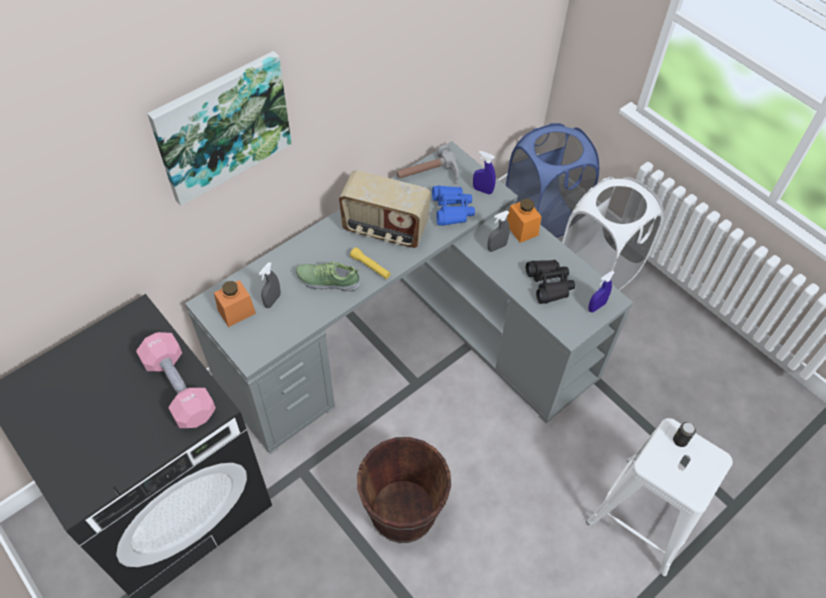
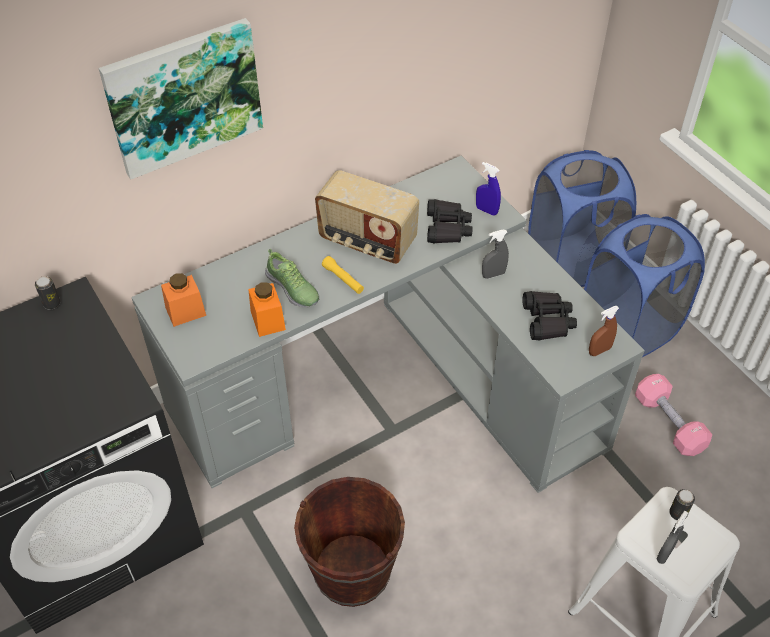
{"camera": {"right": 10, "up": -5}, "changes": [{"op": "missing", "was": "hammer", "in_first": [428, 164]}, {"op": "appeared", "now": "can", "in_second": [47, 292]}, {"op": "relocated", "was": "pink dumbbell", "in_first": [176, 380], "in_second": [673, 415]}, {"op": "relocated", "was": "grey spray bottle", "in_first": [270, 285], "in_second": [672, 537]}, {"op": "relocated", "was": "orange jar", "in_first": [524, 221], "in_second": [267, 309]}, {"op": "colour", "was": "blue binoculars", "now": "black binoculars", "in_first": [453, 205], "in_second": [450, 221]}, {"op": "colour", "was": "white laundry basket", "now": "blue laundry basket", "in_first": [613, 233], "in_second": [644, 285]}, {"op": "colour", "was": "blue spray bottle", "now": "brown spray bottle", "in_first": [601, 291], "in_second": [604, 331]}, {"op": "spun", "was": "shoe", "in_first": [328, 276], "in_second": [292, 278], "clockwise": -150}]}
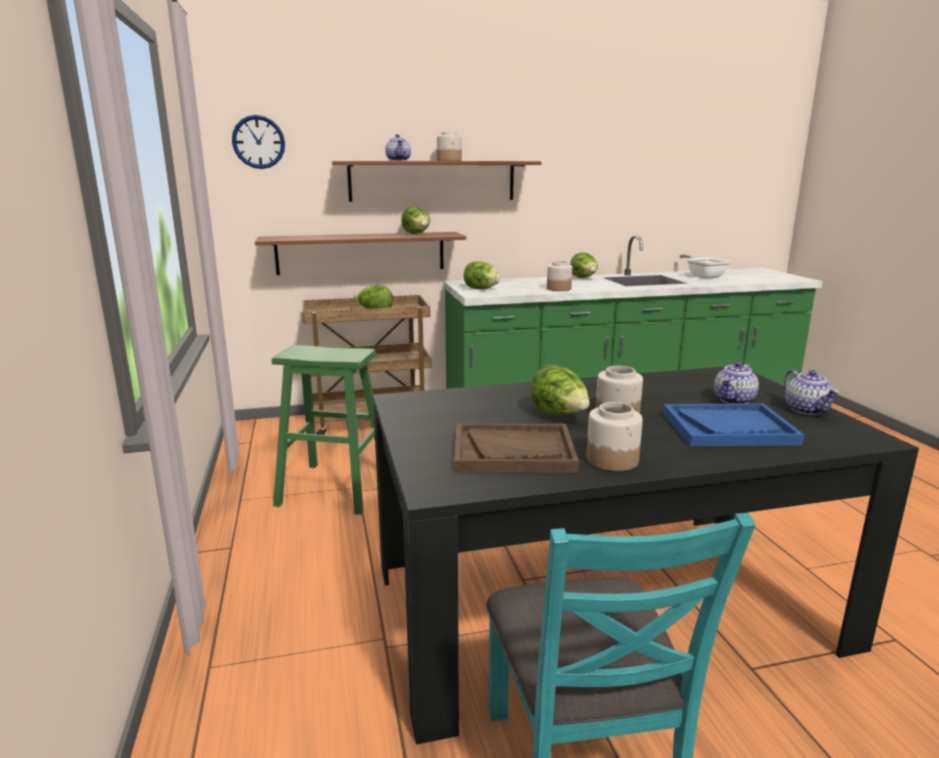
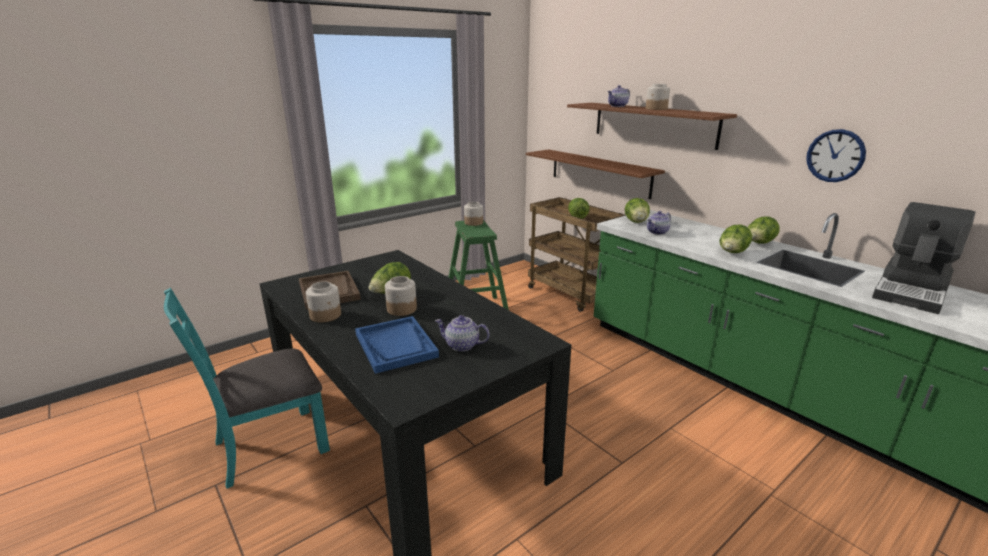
{"camera": {"right": 65, "up": 5}, "changes": [{"op": "relocated", "was": "wall clock", "in_first": [258, 142], "in_second": [836, 155]}, {"op": "relocated", "was": "lettuce", "in_first": [415, 220], "in_second": [736, 239]}, {"op": "relocated", "was": "jar", "in_first": [559, 276], "in_second": [473, 214]}, {"op": "relocated", "was": "teapot", "in_first": [811, 392], "in_second": [659, 223]}, {"op": "exchanged", "was": "frying pan", "now": "coffee machine", "in_first": [705, 266], "in_second": [924, 258]}]}
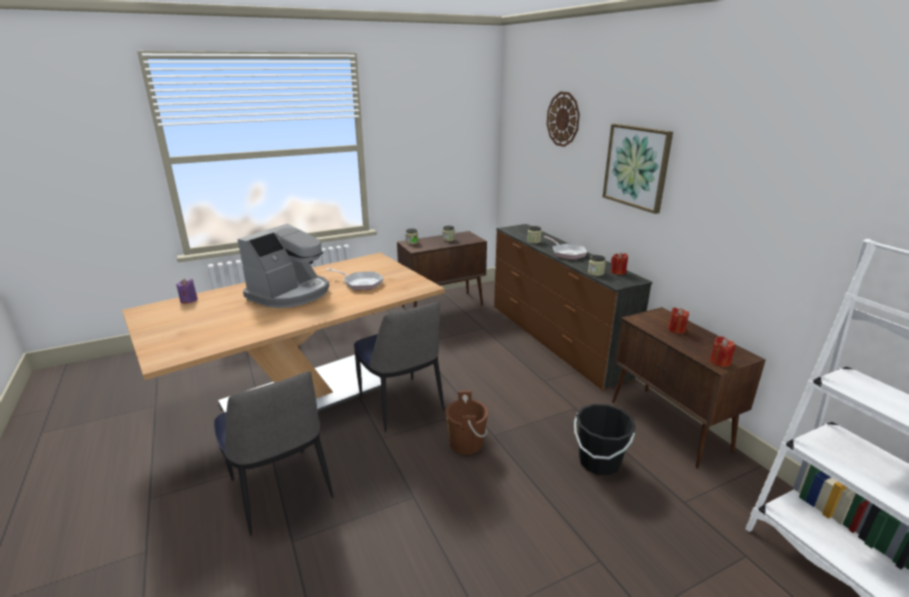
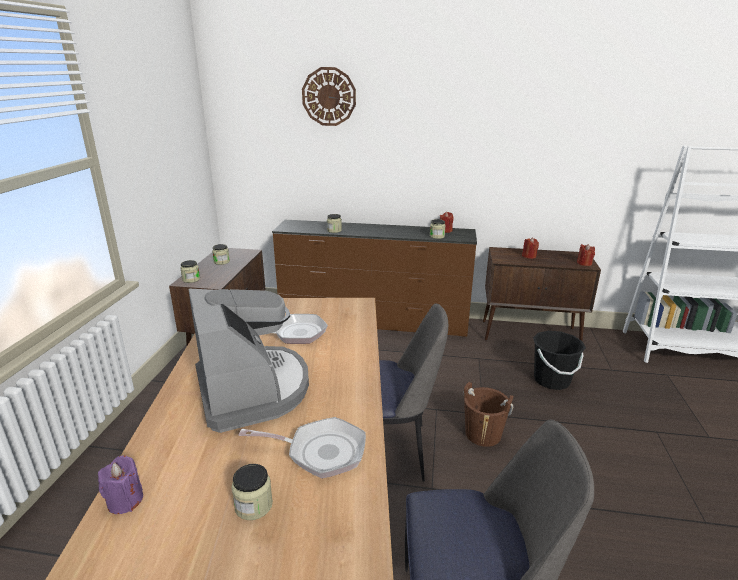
{"camera": {"right": -55, "up": 0}, "changes": [{"op": "missing", "was": "picture", "in_first": [638, 169]}, {"op": "appeared", "now": "jar", "in_second": [252, 492]}, {"op": "relocated", "was": "frying pan", "in_first": [565, 248], "in_second": [302, 447]}]}
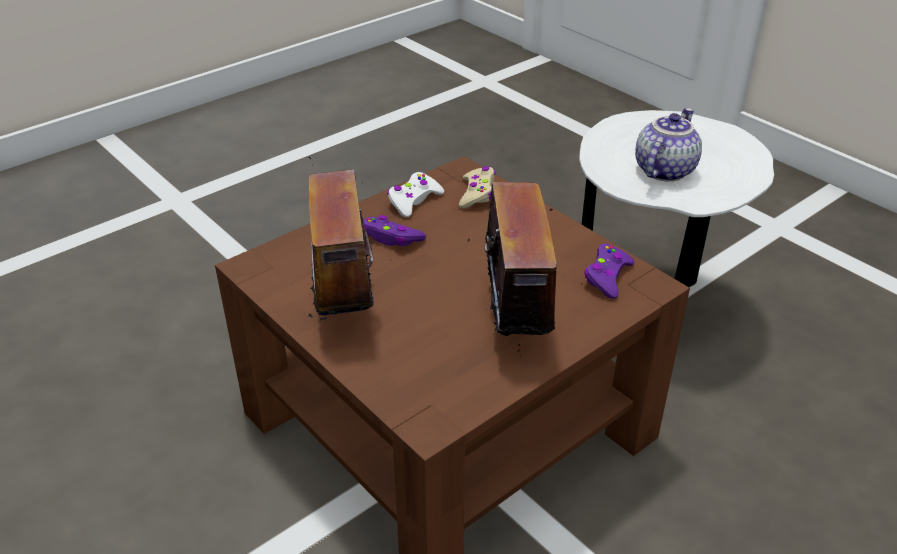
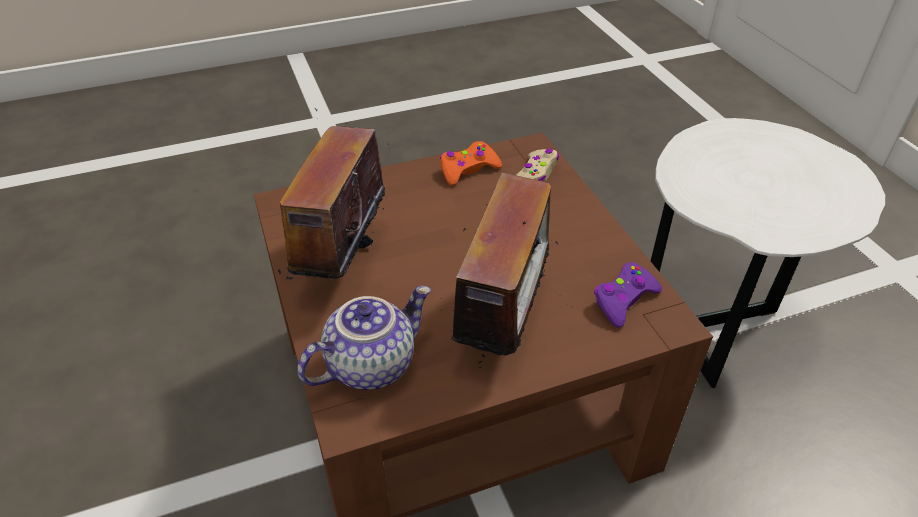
{"camera": {"right": 20, "up": 5}, "changes": [{"op": "missing", "was": "purple game controller", "in_first": [394, 230]}, {"op": "relocated", "was": "teapot", "in_first": [668, 144], "in_second": [364, 338]}, {"op": "colour", "was": "white game controller", "now": "orange game controller", "in_first": [415, 195], "in_second": [471, 163]}]}
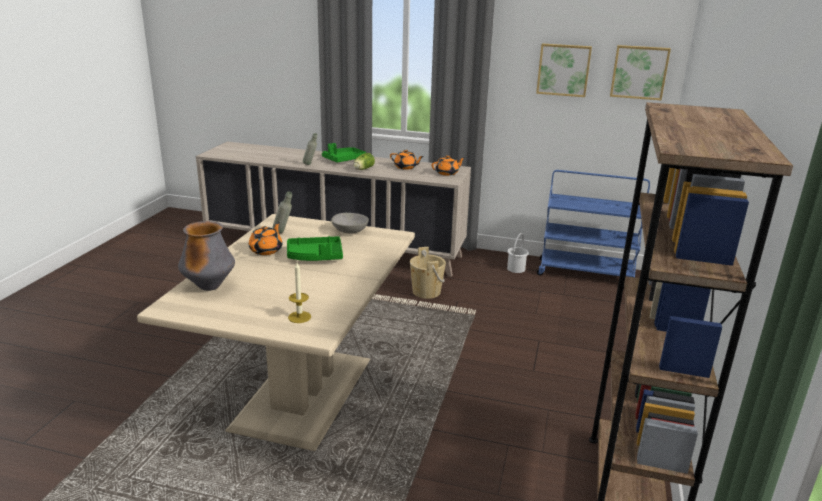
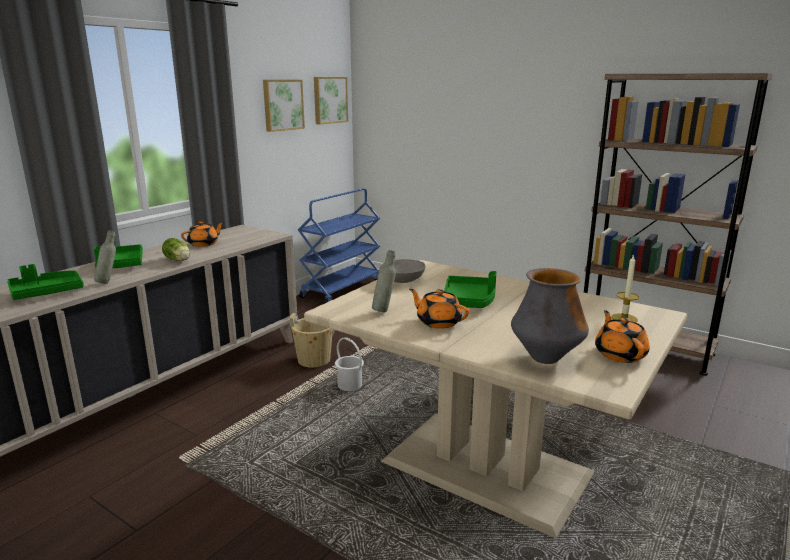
{"camera": {"right": -70, "up": -5}, "changes": [{"op": "appeared", "now": "green tray", "in_second": [45, 282]}, {"op": "relocated", "was": "orange teapot", "in_first": [448, 165], "in_second": [622, 336]}, {"op": "relocated", "was": "white bucket", "in_first": [518, 253], "in_second": [349, 364]}]}
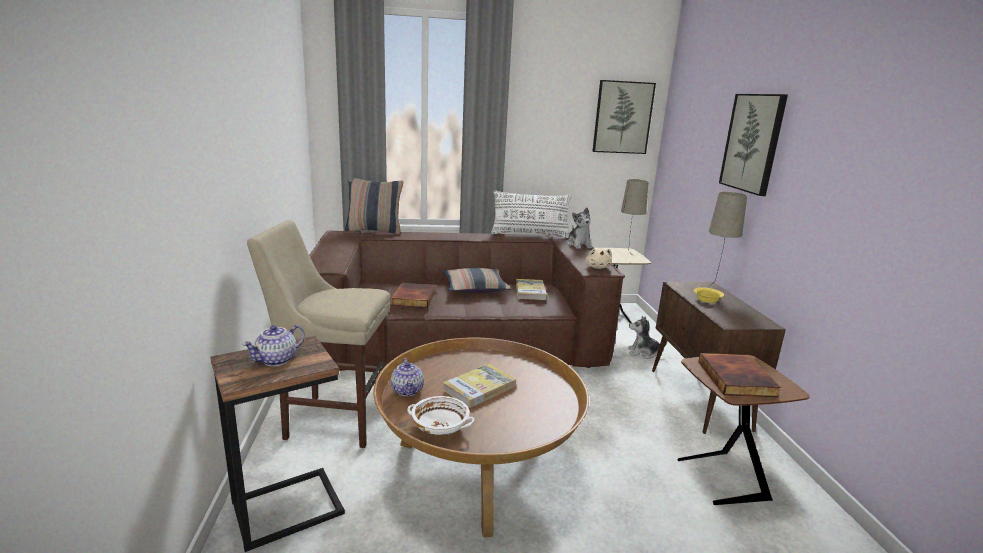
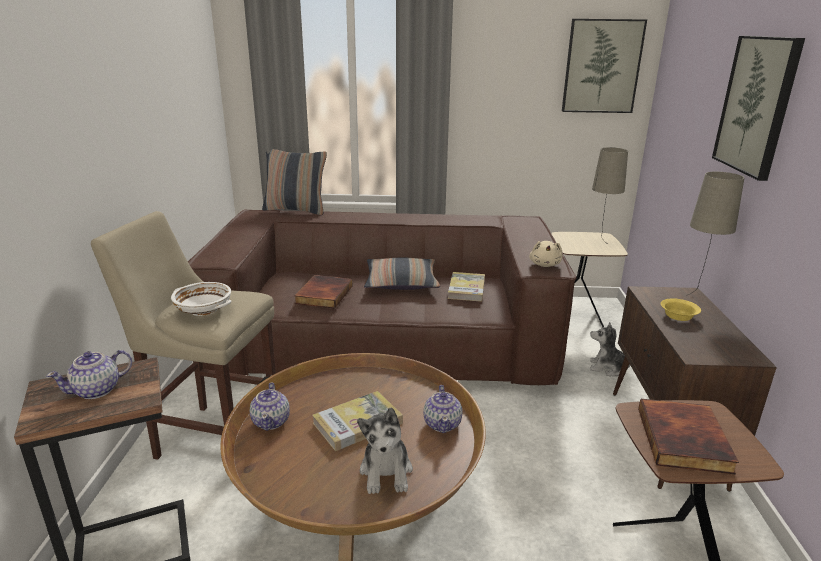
{"camera": {"right": 10, "up": 5}, "changes": [{"op": "missing", "was": "white pillow", "in_first": [531, 214]}, {"op": "appeared", "now": "teapot", "in_second": [442, 409]}, {"op": "relocated", "was": "white bowl", "in_first": [440, 415], "in_second": [201, 299]}, {"op": "relocated", "was": "plush toy", "in_first": [580, 228], "in_second": [385, 450]}]}
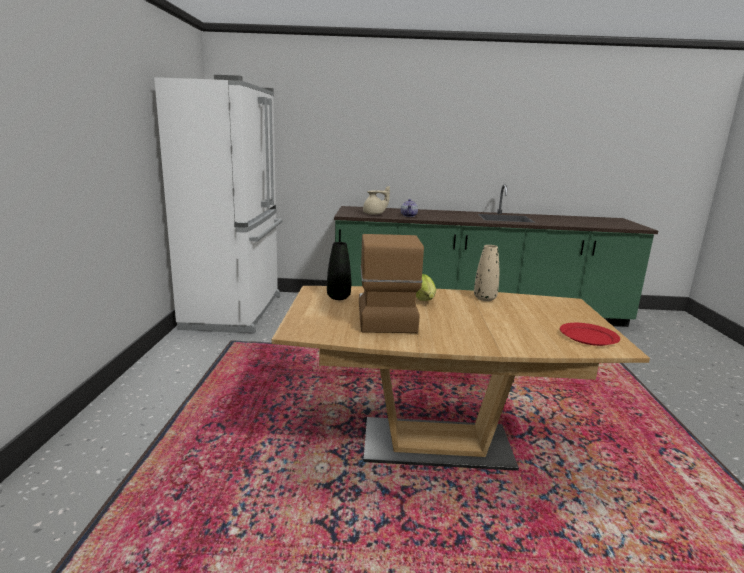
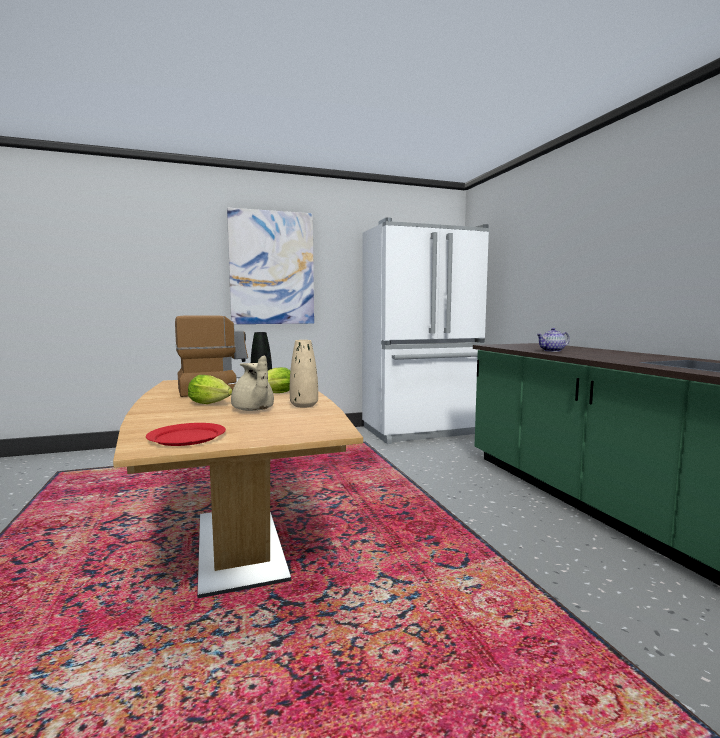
{"camera": {"right": 70, "up": -10}, "changes": [{"op": "appeared", "now": "lettuce", "in_second": [210, 389]}, {"op": "appeared", "now": "picture", "in_second": [270, 266]}, {"op": "relocated", "was": "beige teapot", "in_first": [376, 200], "in_second": [252, 383]}]}
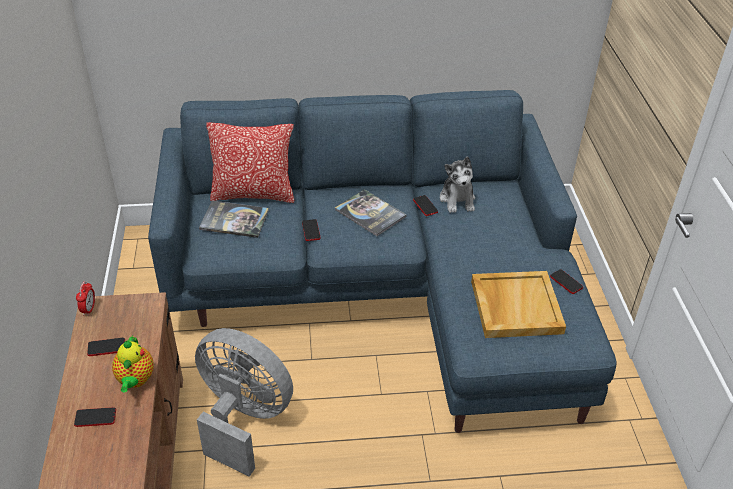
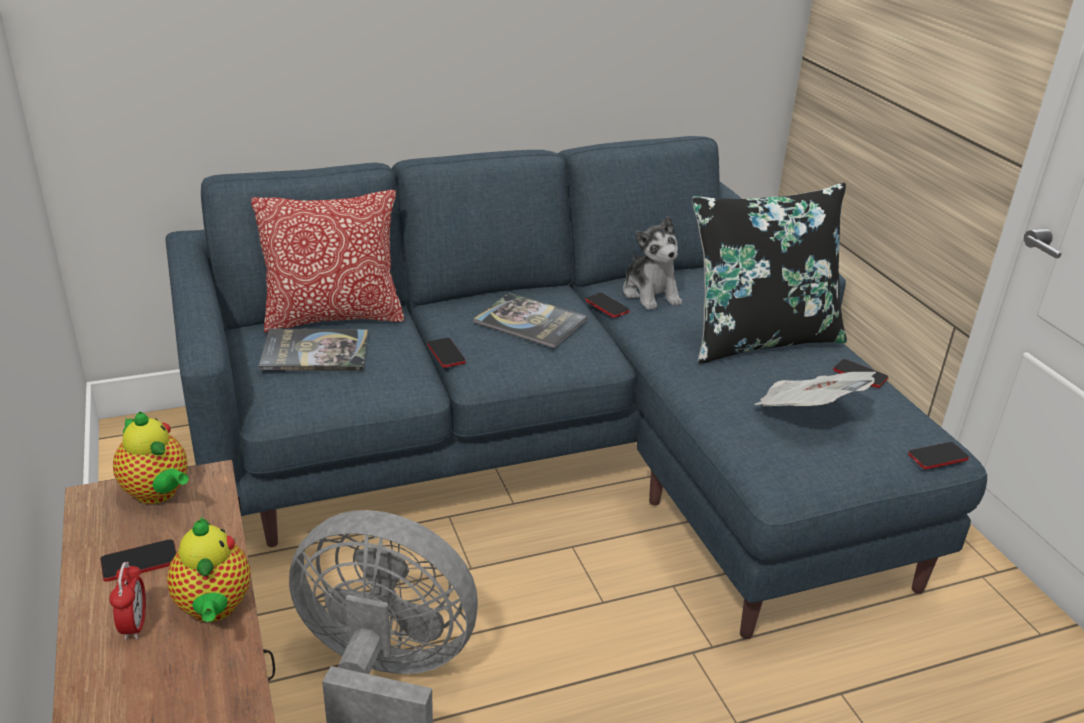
{"camera": {"right": -15, "up": -10}, "changes": [{"op": "appeared", "now": "teapot", "in_second": [151, 457]}, {"op": "appeared", "now": "black pillow", "in_second": [769, 273]}, {"op": "relocated", "was": "phone", "in_first": [95, 417], "in_second": [938, 455]}, {"op": "relocated", "was": "alarm clock", "in_first": [85, 298], "in_second": [128, 601]}, {"op": "exchanged", "was": "beige tray", "now": "newspaper", "in_first": [518, 304], "in_second": [815, 389]}]}
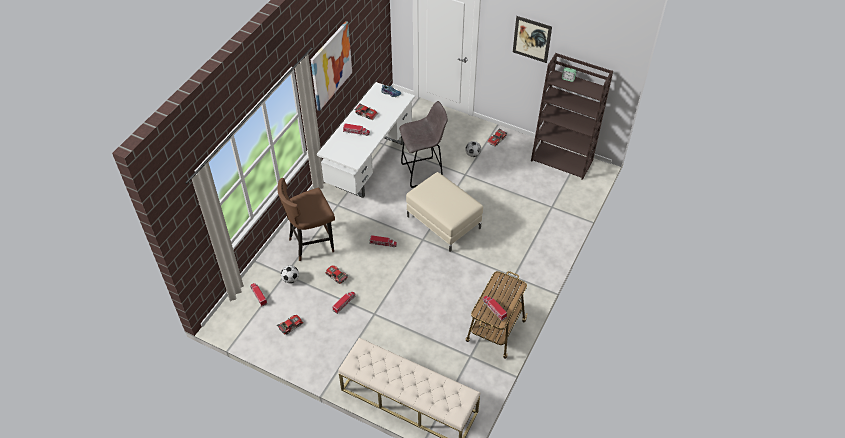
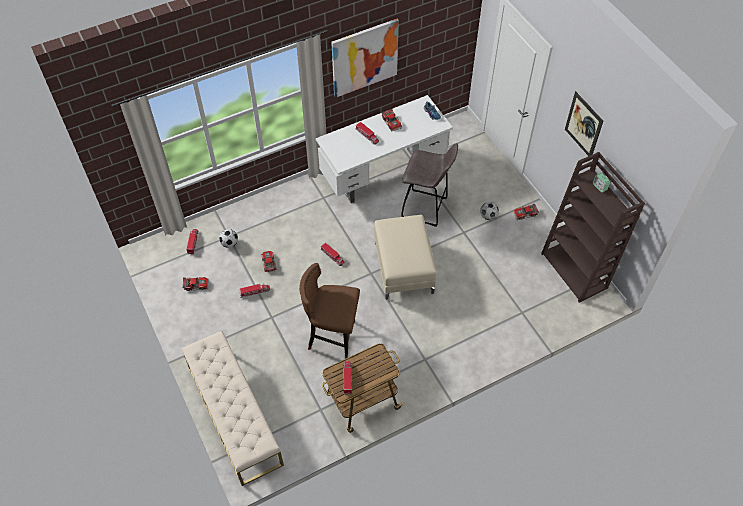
{"camera": {"right": 35, "up": 5}, "changes": [{"op": "relocated", "was": "brown stool", "in_first": [306, 219], "in_second": [329, 311]}]}
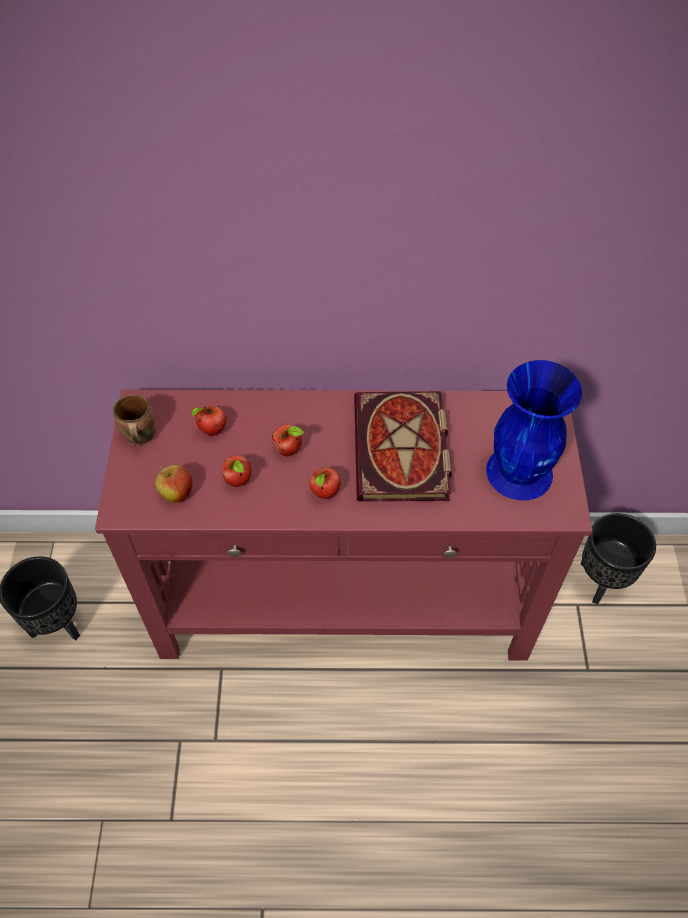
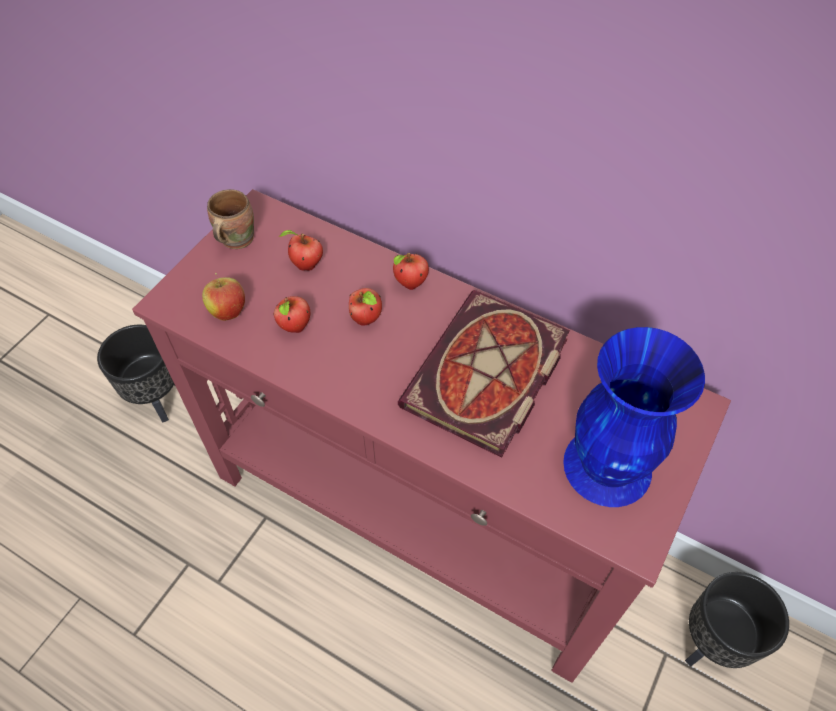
{"camera": {"right": 30, "up": 0}, "changes": [{"op": "relocated", "was": "apple", "in_first": [325, 483], "in_second": [411, 271]}]}
